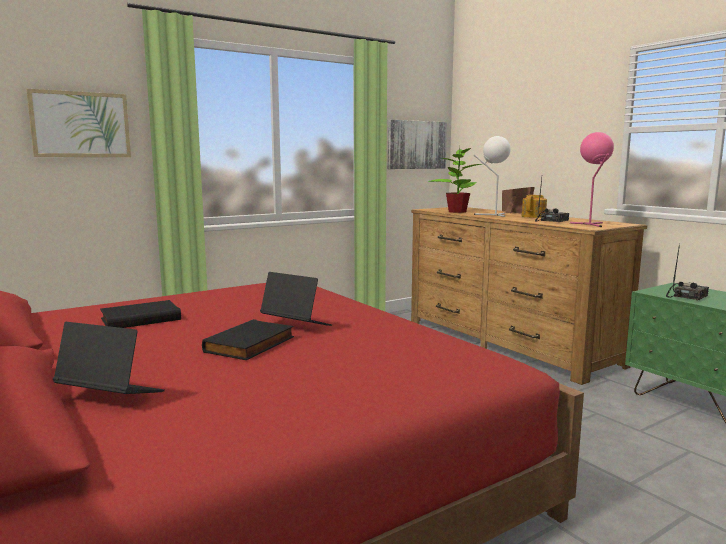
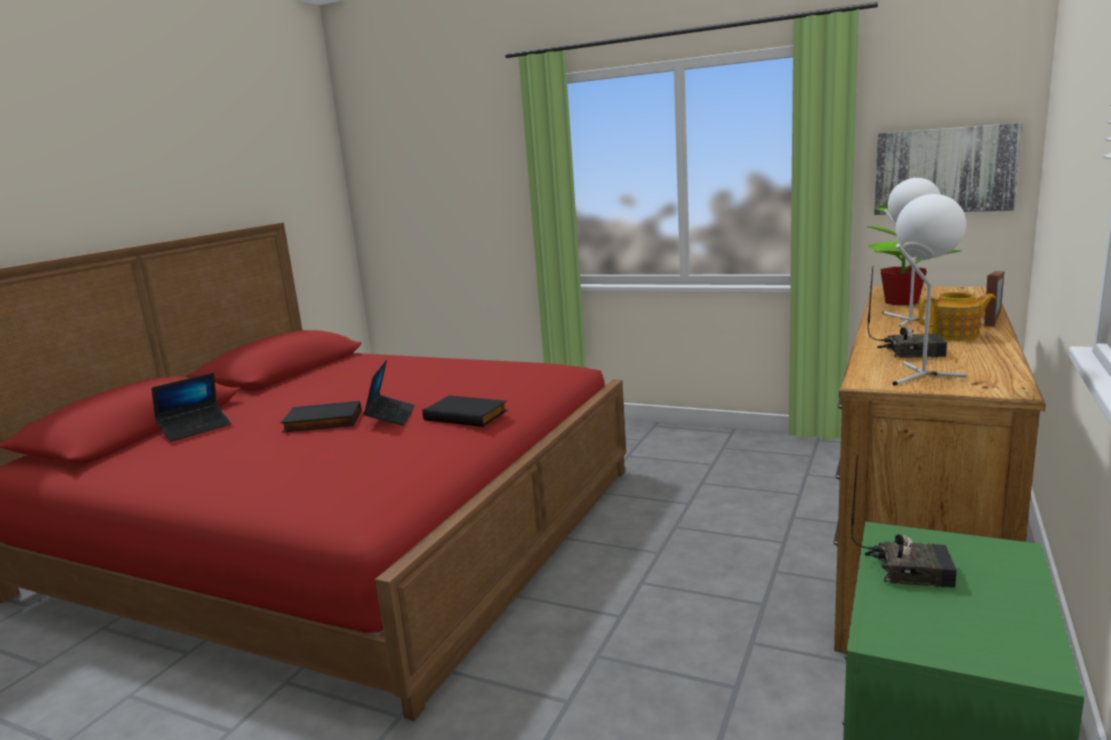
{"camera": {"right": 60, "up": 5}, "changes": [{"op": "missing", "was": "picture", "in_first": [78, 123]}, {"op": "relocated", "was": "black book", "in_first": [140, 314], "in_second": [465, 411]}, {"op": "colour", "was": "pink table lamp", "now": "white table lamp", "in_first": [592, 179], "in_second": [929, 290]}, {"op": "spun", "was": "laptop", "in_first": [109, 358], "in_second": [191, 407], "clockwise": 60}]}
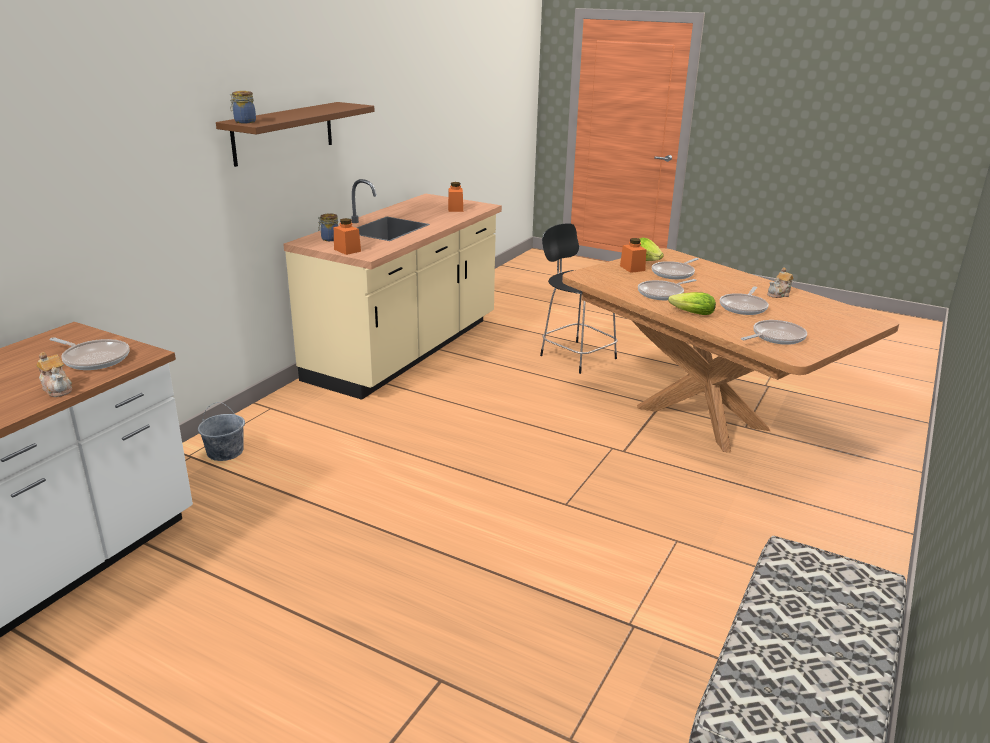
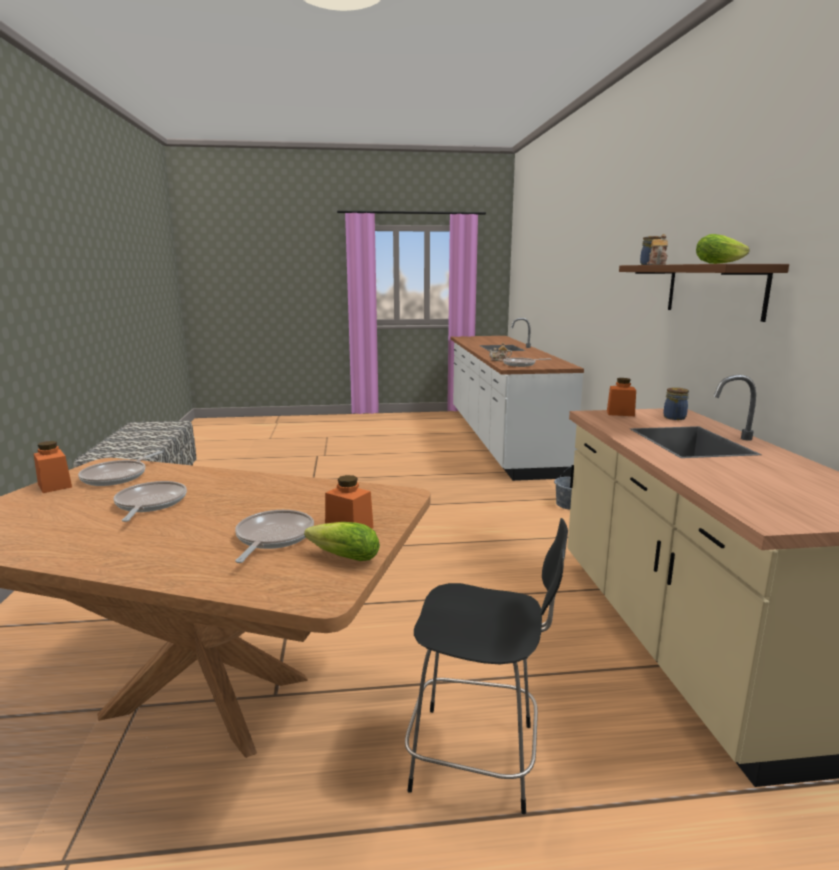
{"camera": {"right": 145, "up": -10}, "changes": [{"op": "missing", "was": "frying pan", "in_first": [667, 289]}, {"op": "relocated", "was": "orange jar", "in_first": [455, 197], "in_second": [53, 467]}, {"op": "relocated", "was": "lettuce", "in_first": [692, 303], "in_second": [722, 249]}, {"op": "relocated", "was": "teapot", "in_first": [780, 282], "in_second": [657, 249]}]}
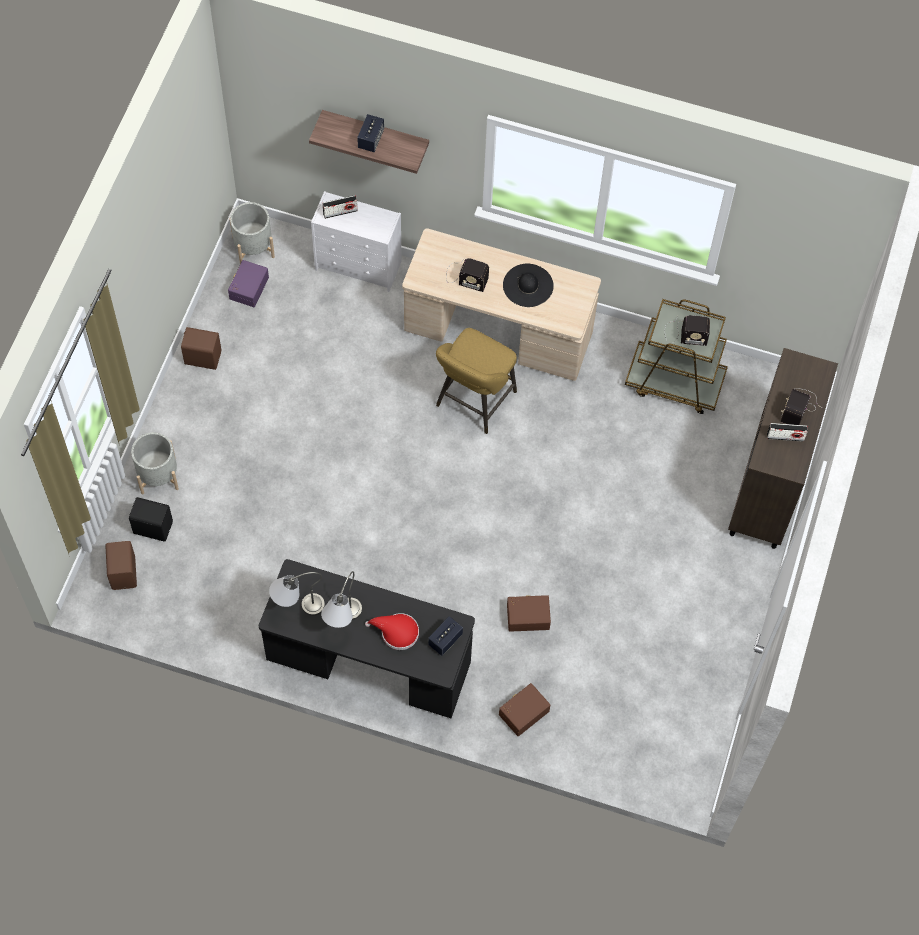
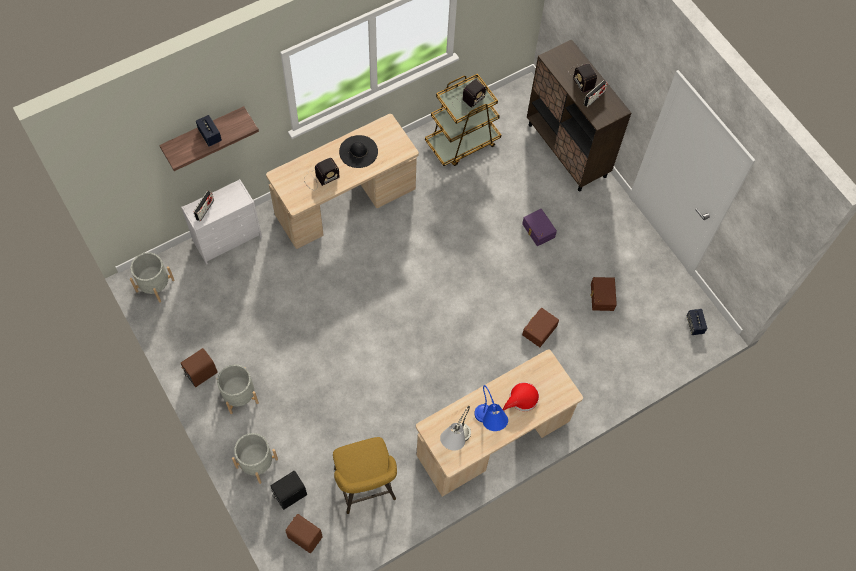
{"camera": {"right": -50, "up": 0}, "changes": [{"op": "appeared", "now": "grey planter", "in_second": [238, 389]}, {"op": "relocated", "was": "purple storage box", "in_first": [248, 283], "in_second": [539, 227]}, {"op": "relocated", "was": "speaker", "in_first": [445, 636], "in_second": [696, 322]}, {"op": "relocated", "was": "yellow stool", "in_first": [476, 381], "in_second": [365, 475]}, {"op": "relocated", "was": "brown storage box", "in_first": [524, 709], "in_second": [603, 294]}, {"op": "colour", "was": "black desk", "now": "beige desk", "in_first": [367, 638], "in_second": [499, 423]}, {"op": "colour", "was": "grey table lamp", "now": "blue table lamp", "in_first": [341, 599], "in_second": [491, 408]}]}
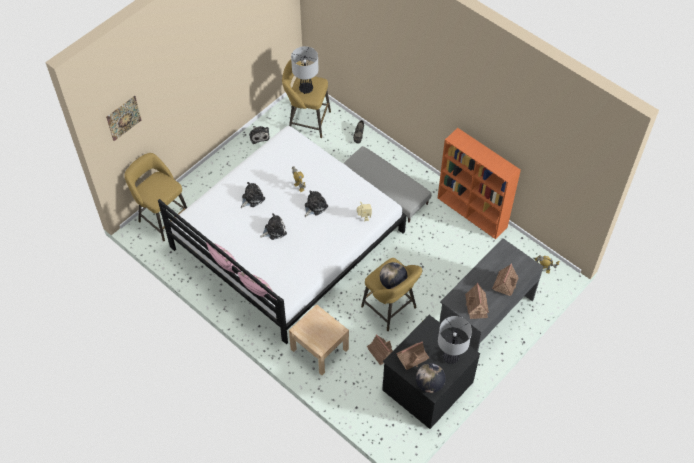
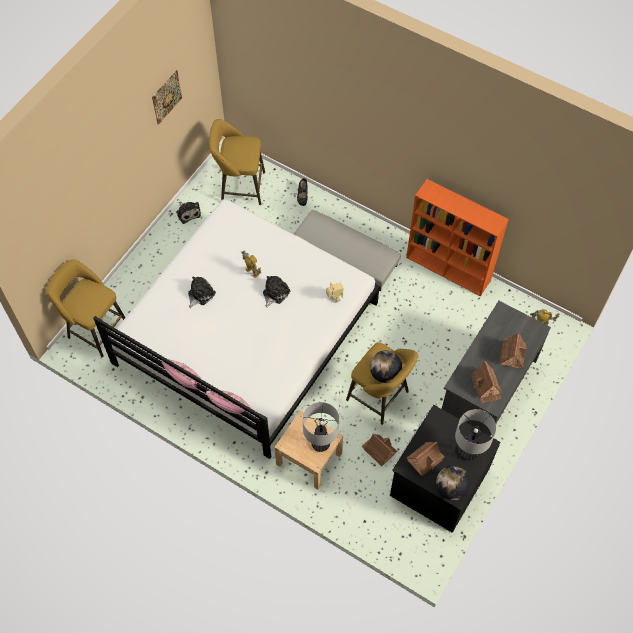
{"camera": {"right": -10, "up": 5}, "changes": [{"op": "missing", "was": "plush toy", "in_first": [273, 226]}, {"op": "relocated", "was": "picture", "in_first": [123, 118], "in_second": [167, 97]}, {"op": "relocated", "was": "table lamp", "in_first": [305, 70], "in_second": [321, 427]}]}
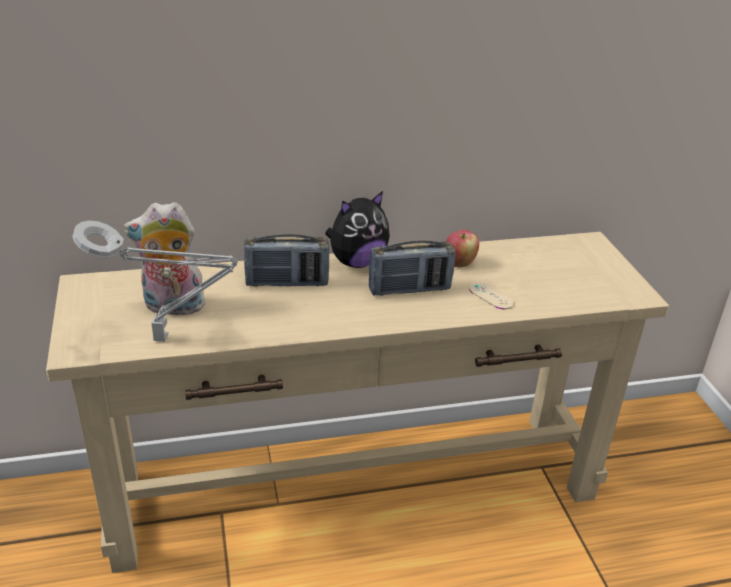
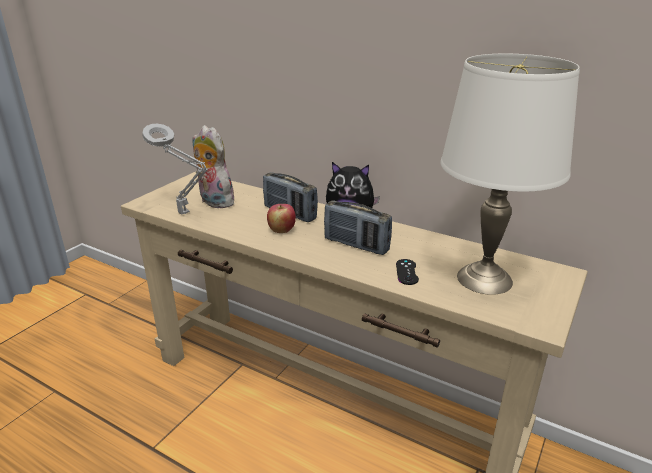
{"camera": {"right": 45, "up": -5}, "changes": [{"op": "appeared", "now": "white table lamp", "in_second": [510, 174]}, {"op": "relocated", "was": "apple", "in_first": [462, 248], "in_second": [281, 218]}, {"op": "colour", "was": "beige game controller", "now": "black game controller", "in_first": [491, 296], "in_second": [407, 272]}]}
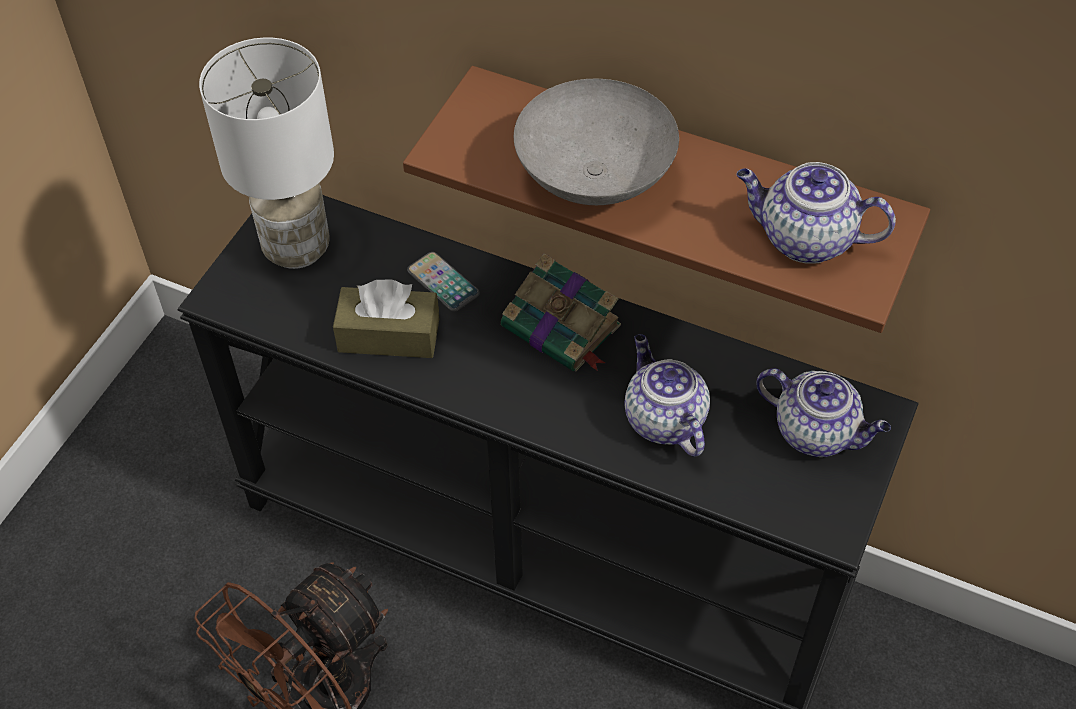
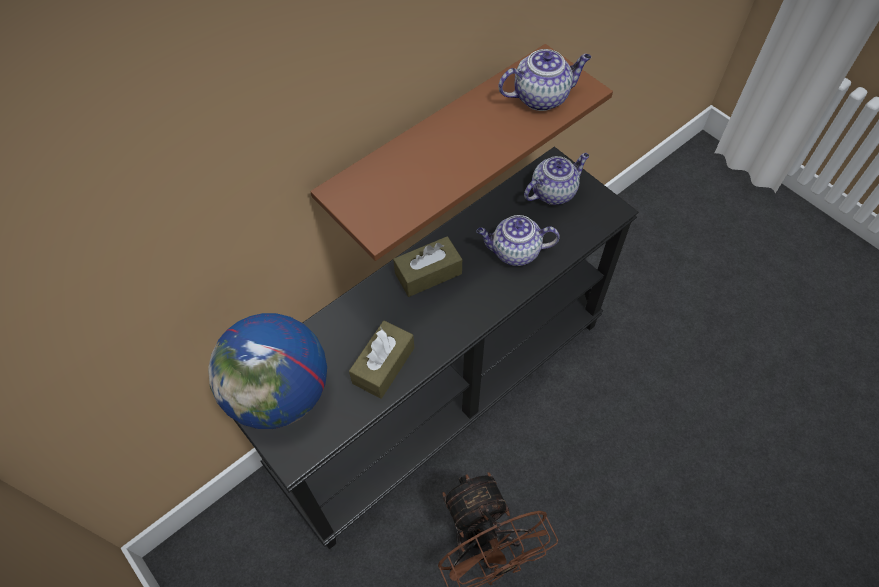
{"camera": {"right": -65, "up": 5}, "changes": [{"op": "missing", "was": "phone", "in_first": [443, 281]}, {"op": "missing", "was": "grey bowl", "in_first": [596, 142]}, {"op": "exchanged", "was": "white table lamp", "now": "globe", "in_first": [266, 153], "in_second": [267, 371]}, {"op": "exchanged", "was": "book", "now": "brown tissue box", "in_first": [561, 312], "in_second": [427, 266]}, {"op": "spun", "was": "teapot", "in_first": [816, 213], "in_second": [544, 80], "clockwise": -150}]}
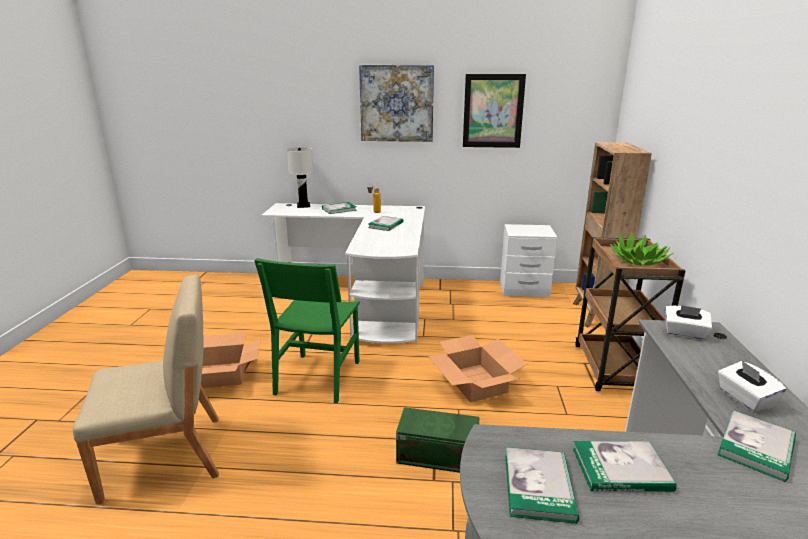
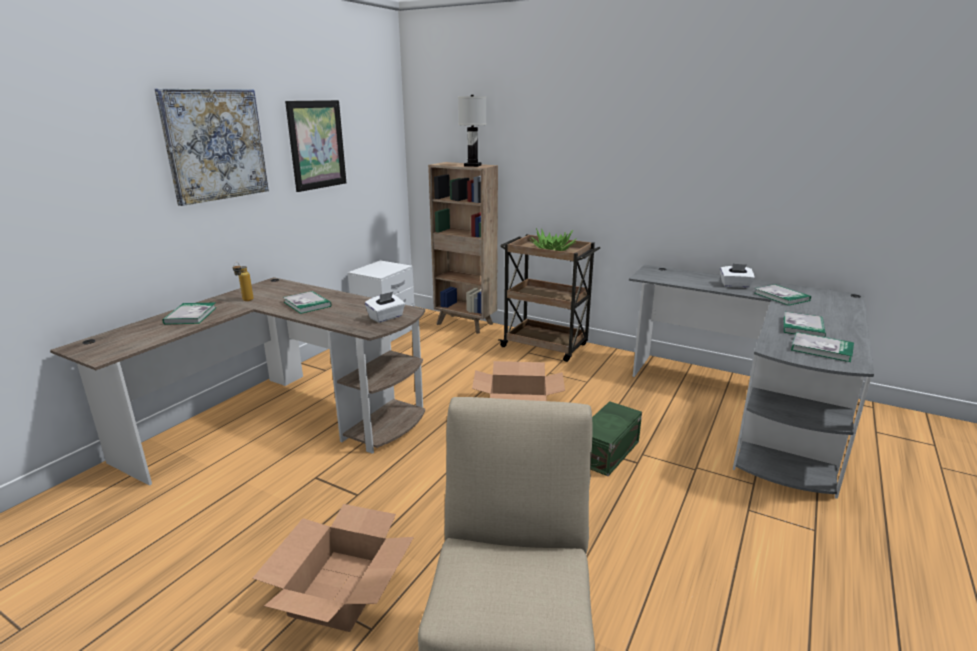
{"camera": {"right": -65, "up": 0}, "changes": [{"op": "missing", "was": "green chair", "in_first": [307, 330]}, {"op": "relocated", "was": "white table lamp", "in_first": [300, 178], "in_second": [472, 131]}, {"op": "relocated", "was": "white tissue box", "in_first": [688, 322], "in_second": [385, 307]}, {"op": "colour", "was": "white desk", "now": "brown desk", "in_first": [343, 273], "in_second": [237, 381]}]}
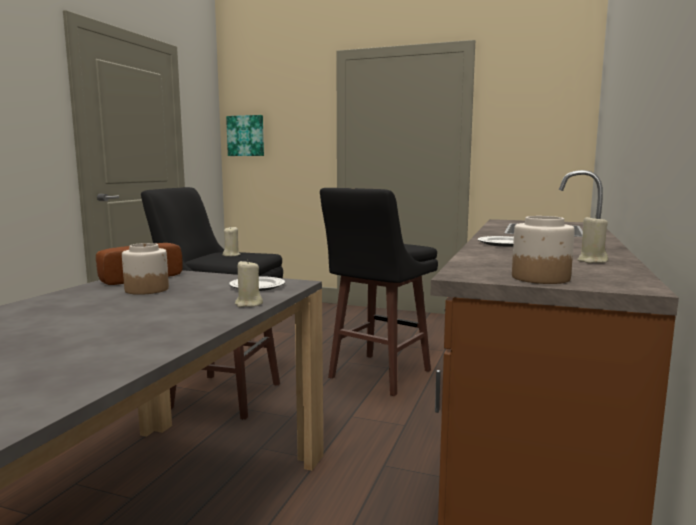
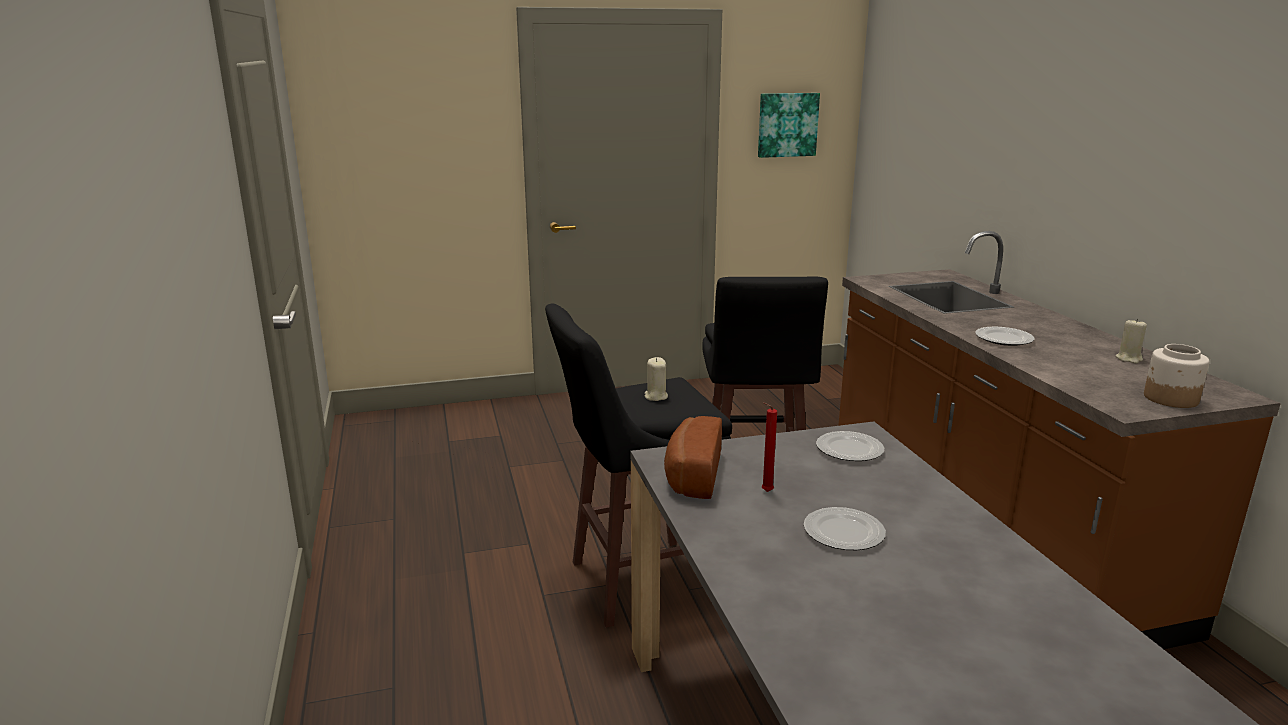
{"camera": {"right": -35, "up": 10}, "changes": [{"op": "missing", "was": "beige candle", "in_first": [249, 283]}, {"op": "appeared", "now": "plate", "in_second": [845, 528]}, {"op": "relocated", "was": "picture", "in_first": [245, 135], "in_second": [789, 125]}, {"op": "exchanged", "was": "jar", "now": "red candle", "in_first": [145, 269], "in_second": [769, 447]}]}
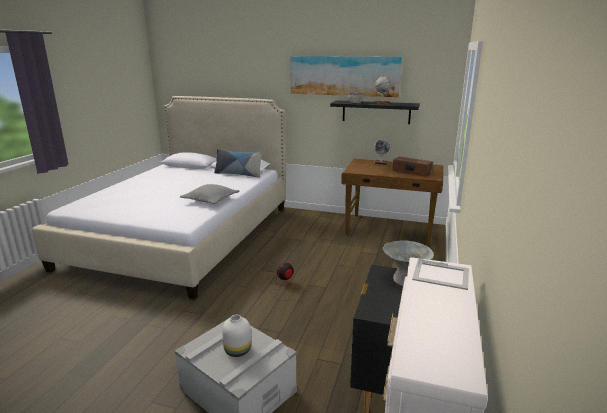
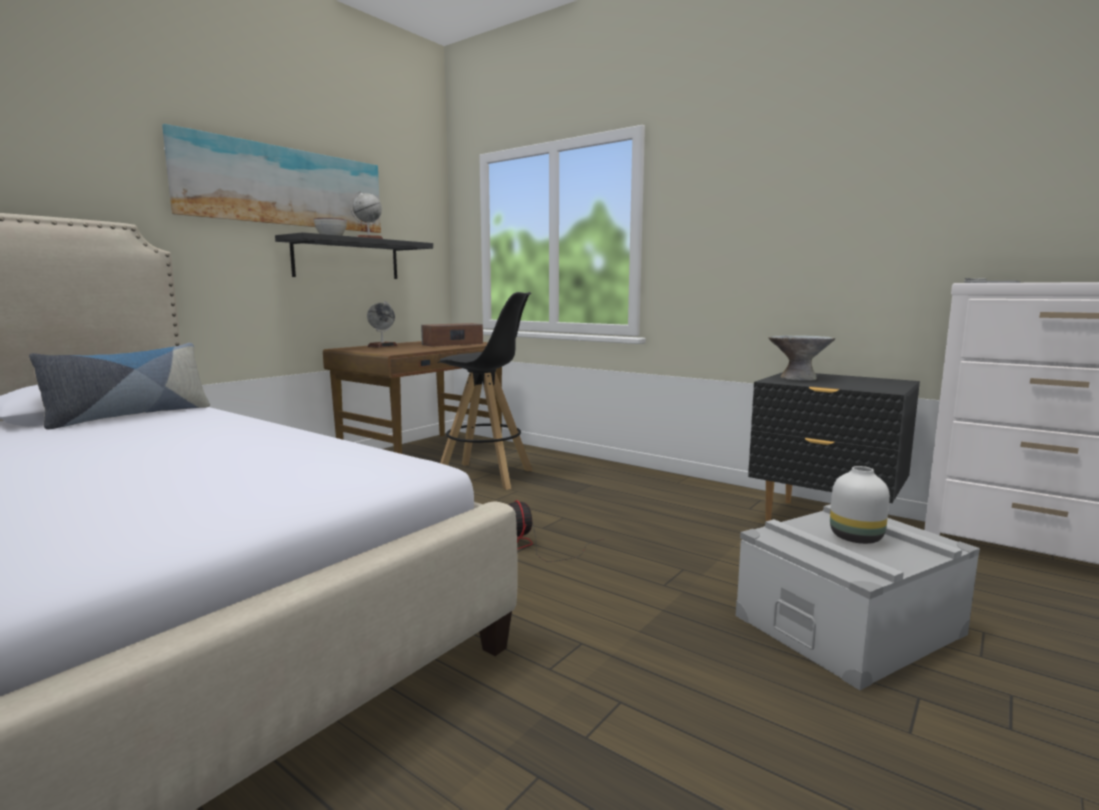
{"camera": {"right": -70, "up": -10}, "changes": [{"op": "missing", "was": "grey pillow", "in_first": [210, 194]}, {"op": "appeared", "now": "black stool", "in_second": [485, 391]}]}
